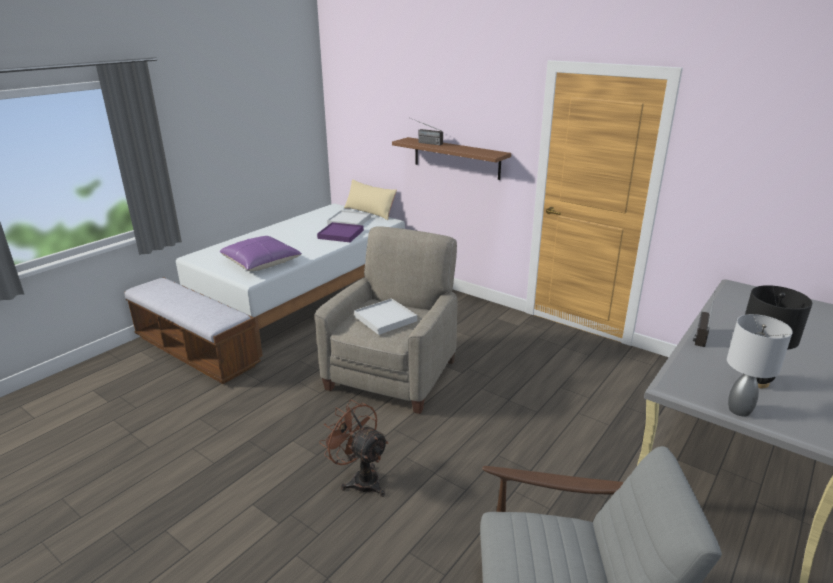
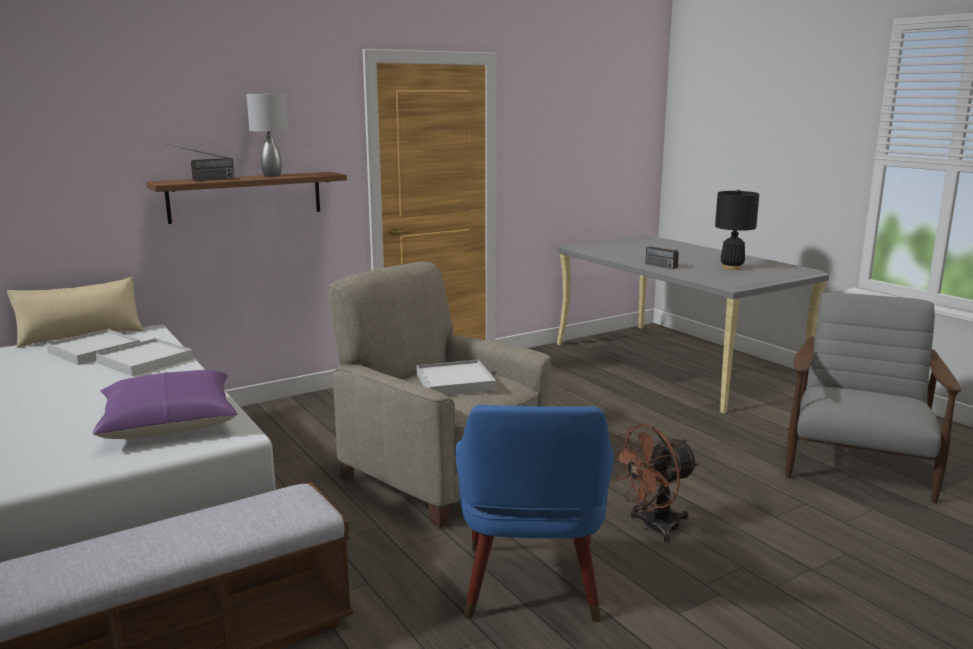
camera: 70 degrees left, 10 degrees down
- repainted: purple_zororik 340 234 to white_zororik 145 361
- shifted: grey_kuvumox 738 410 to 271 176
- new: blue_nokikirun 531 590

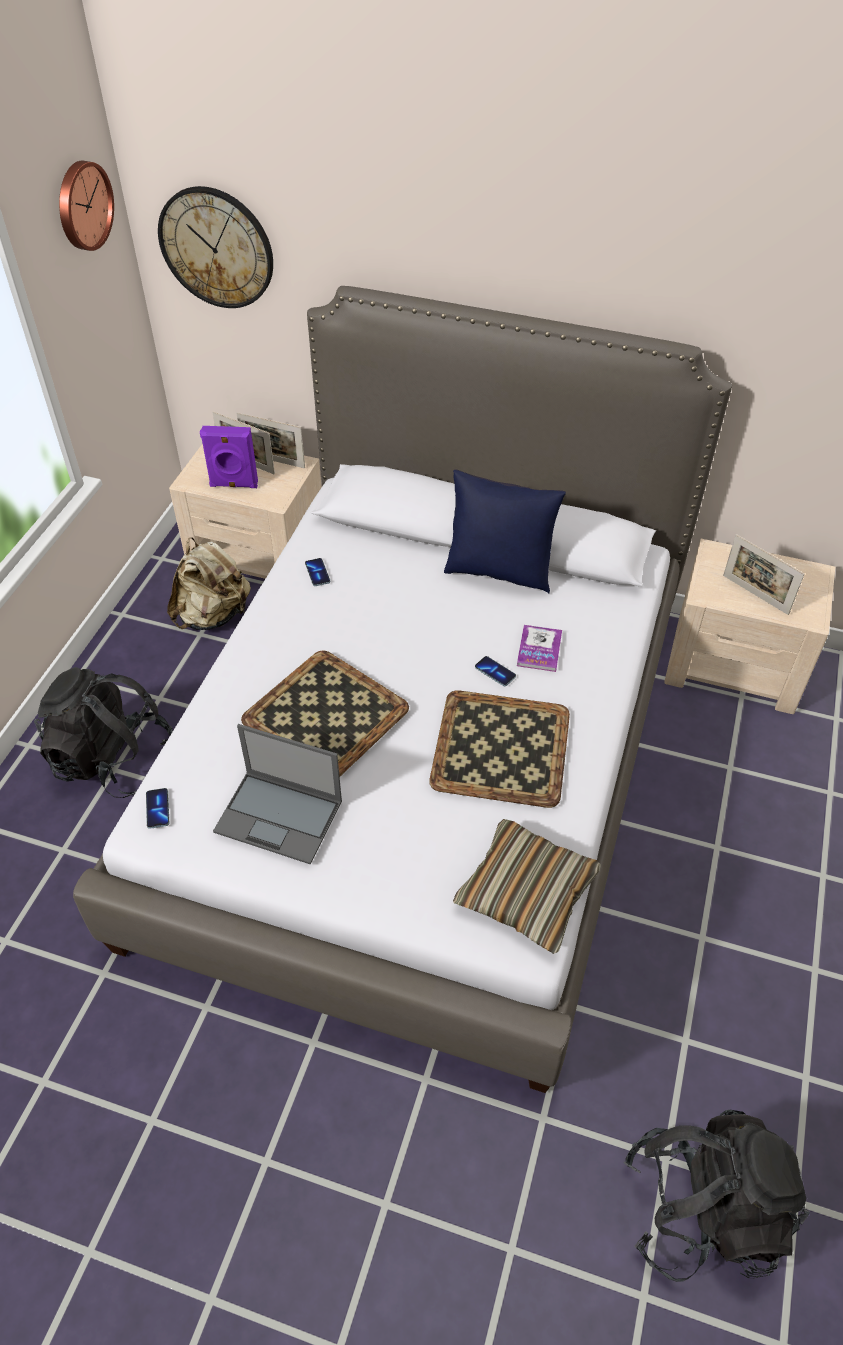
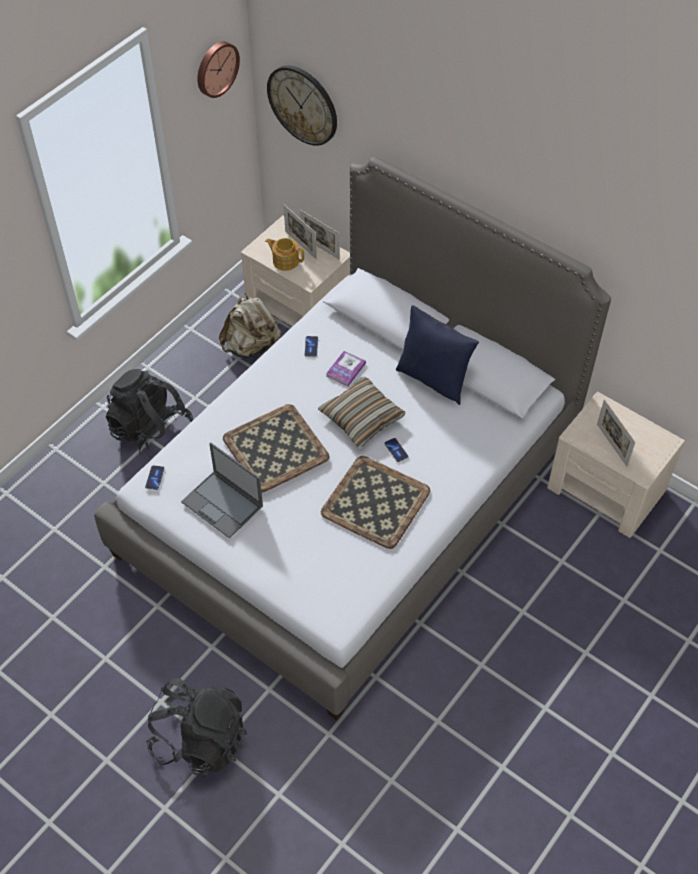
camera: 20 degrees right, 5 degrees up
- swapped: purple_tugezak 234 485 to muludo 285 260
- shifted: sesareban 539 649 to 345 369
- shifted: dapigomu 526 892 to 361 418
- shifted: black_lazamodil 702 1208 to 200 739

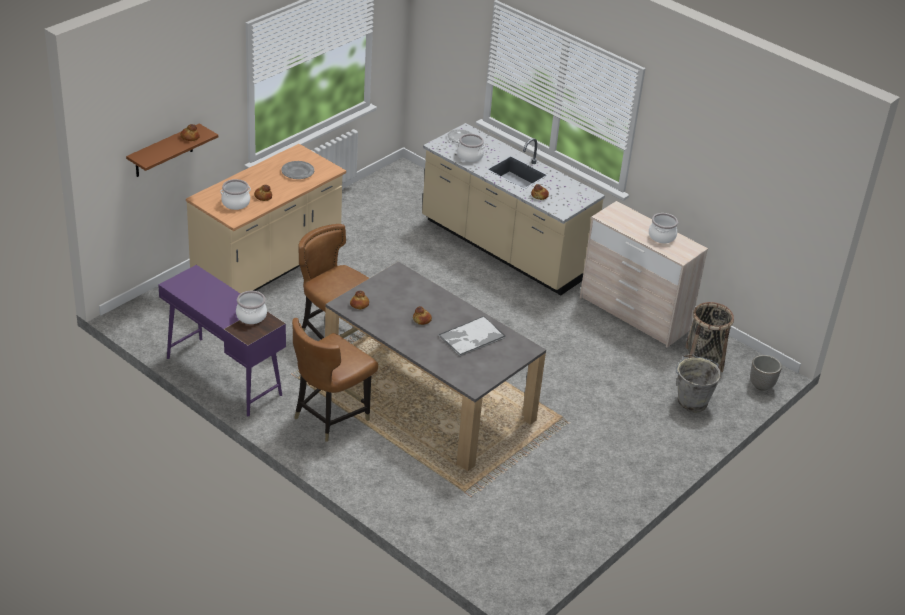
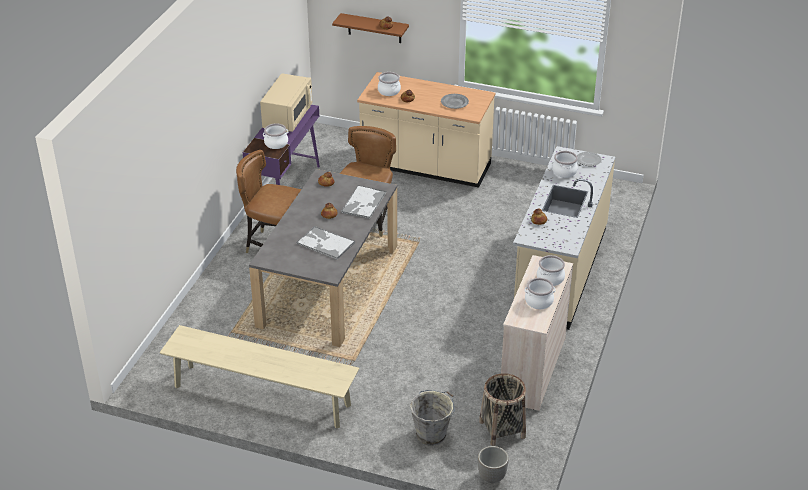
camera: 70 degrees right, 0 degrees up
- new: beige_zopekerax 287 118
- new: zororik 363 203
- new: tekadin 550 279
- new: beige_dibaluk 262 396

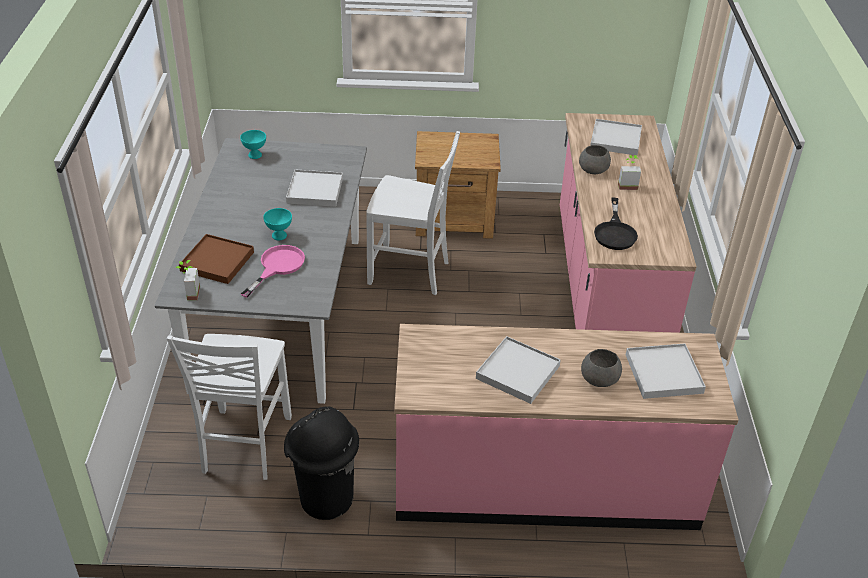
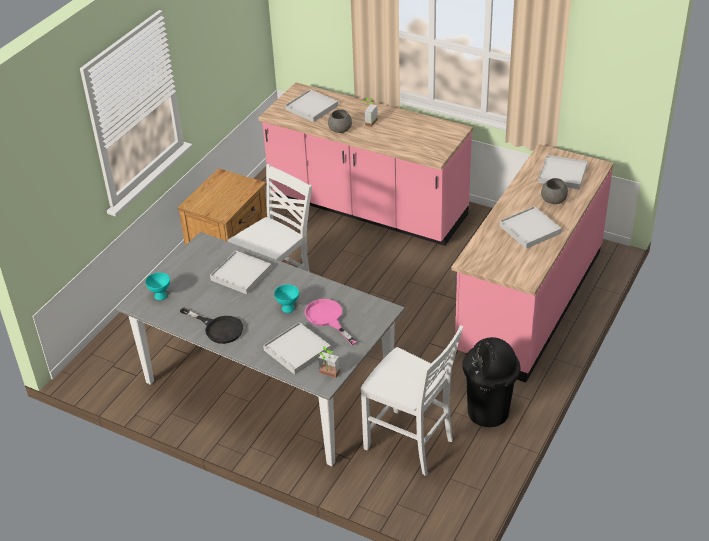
camera: 60 degrees left, 0 degrees up
- shifted: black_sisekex 615 232 to 218 328
- repainted: brown_zororik 217 261 to white_zororik 297 350

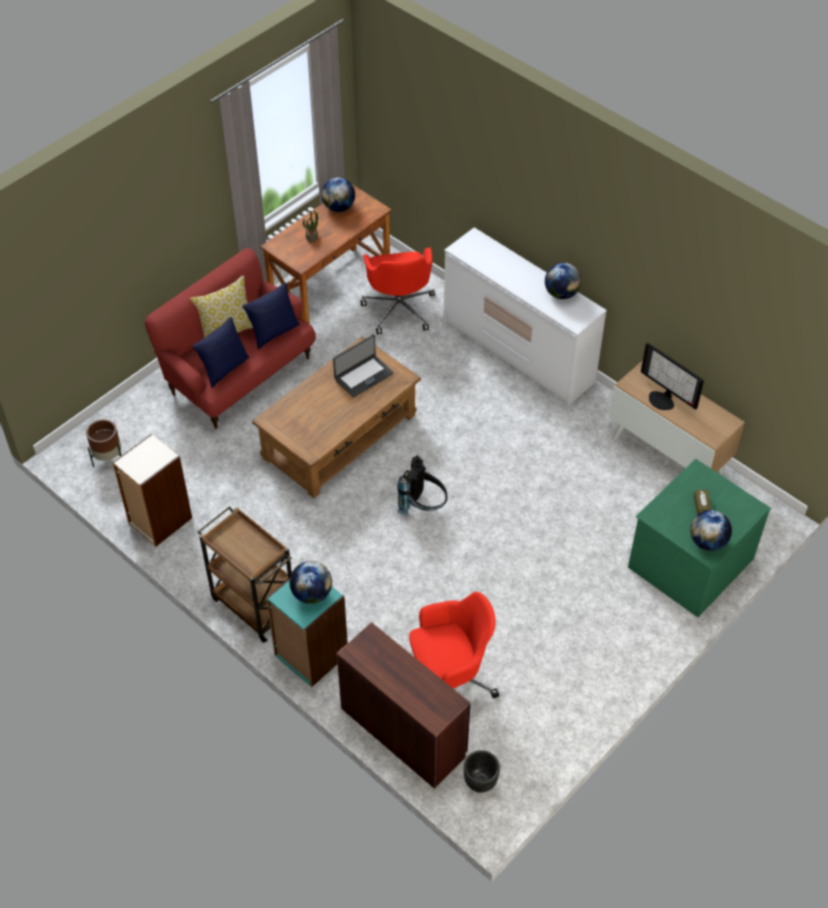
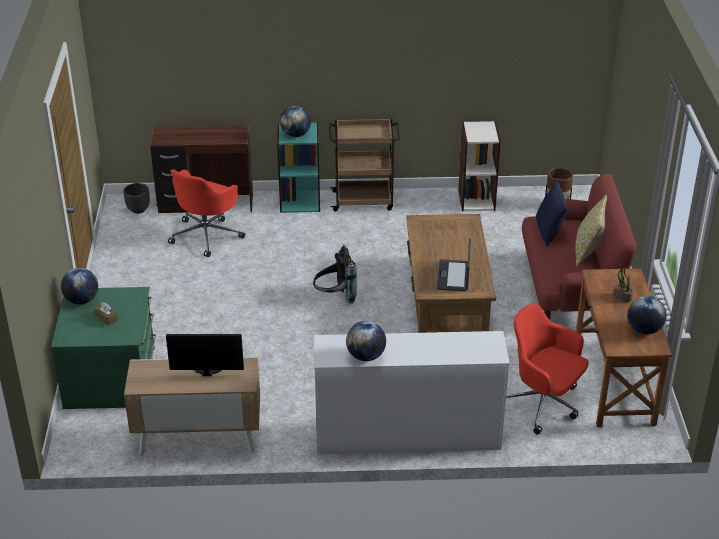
camera: 135 degrees right, 15 degrees down
- gone: blue_dapigomu 273 333

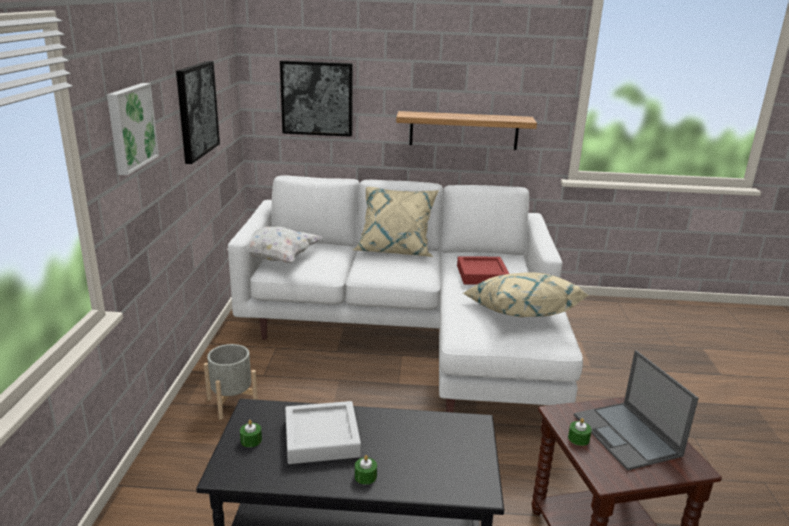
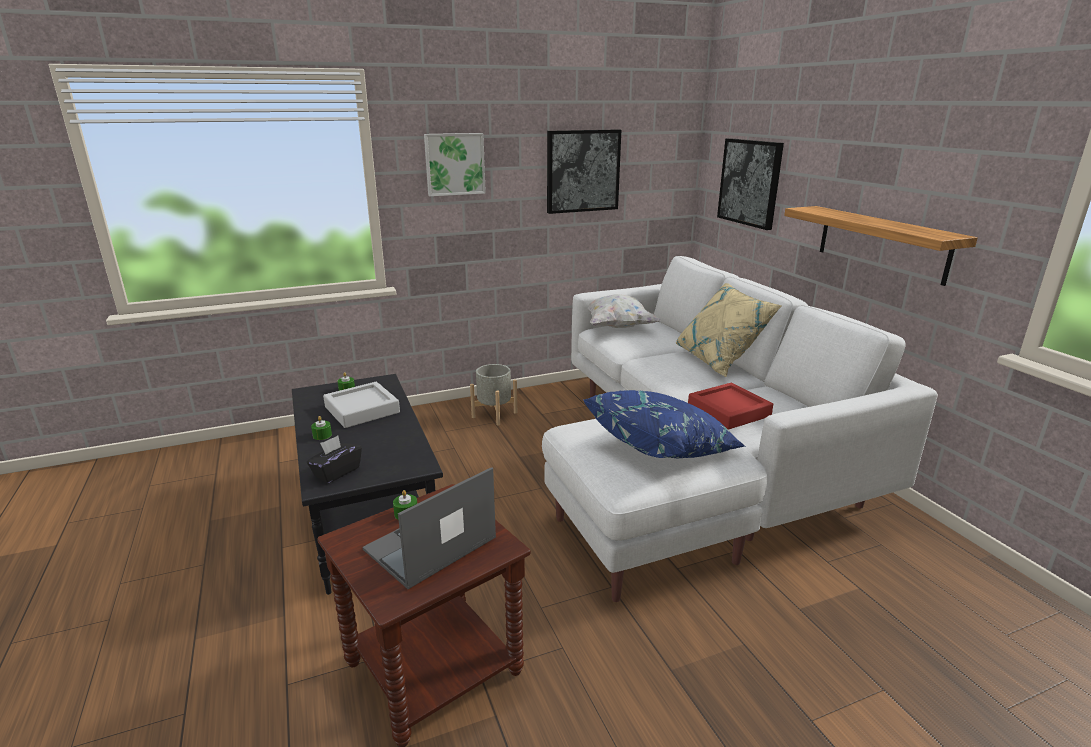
camera: 65 degrees right, 0 degrees up
- repainted: beige_dapigomu 519 313 to blue_dapigomu 662 448
- new: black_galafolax 336 472

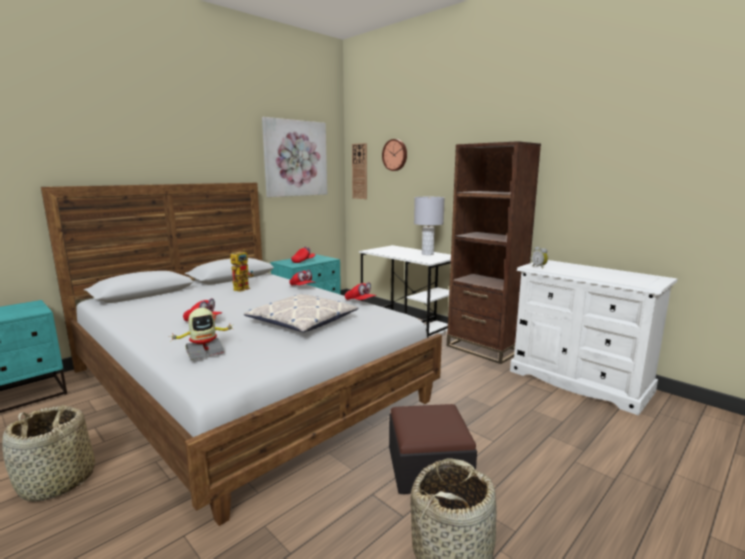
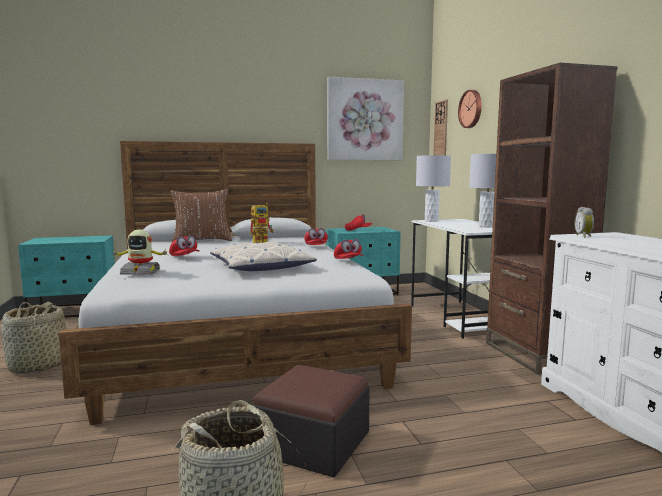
camera: 30 degrees right, 5 degrees down
- new: grey_kuvumox 431 221
- new: brown_dapigomu 202 240

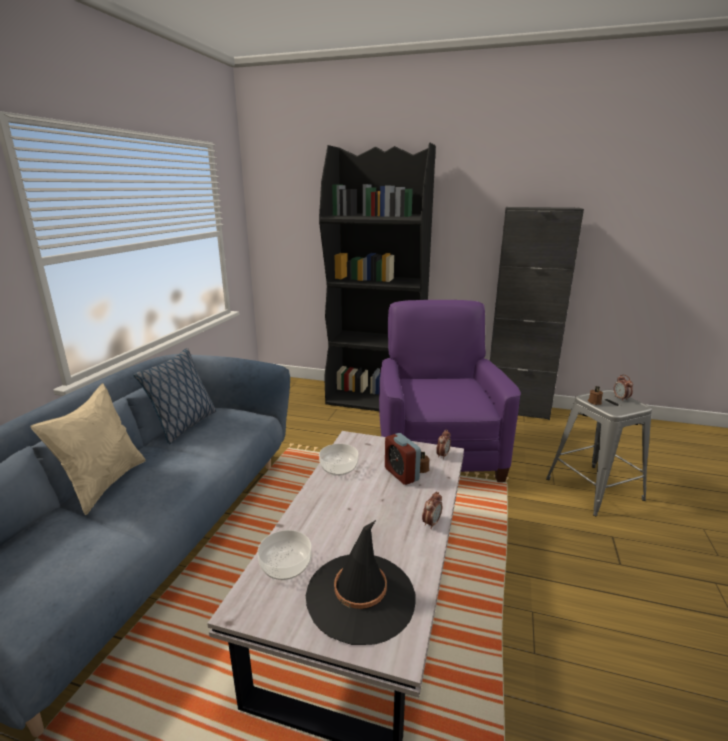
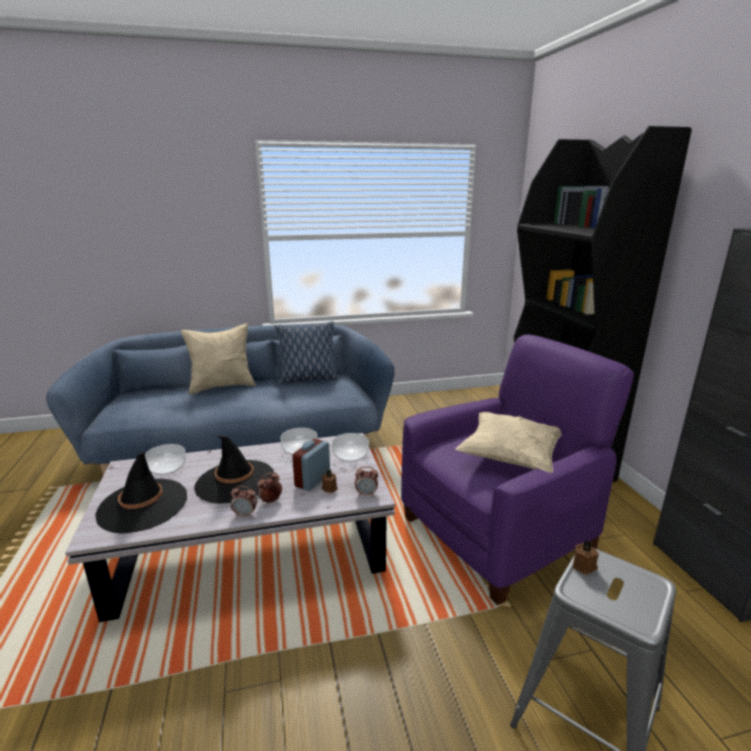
camera: 60 degrees right, 0 degrees up
- shifted: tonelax 621 398 to 270 501
- new: beige_dapigomu 510 458
- new: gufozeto 350 455
- new: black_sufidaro 235 481

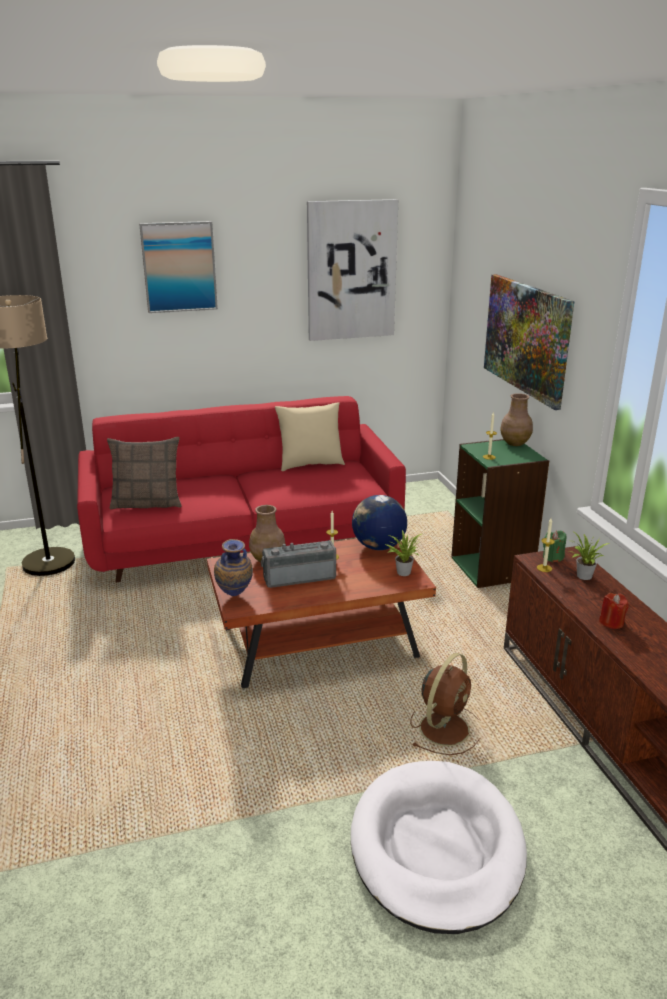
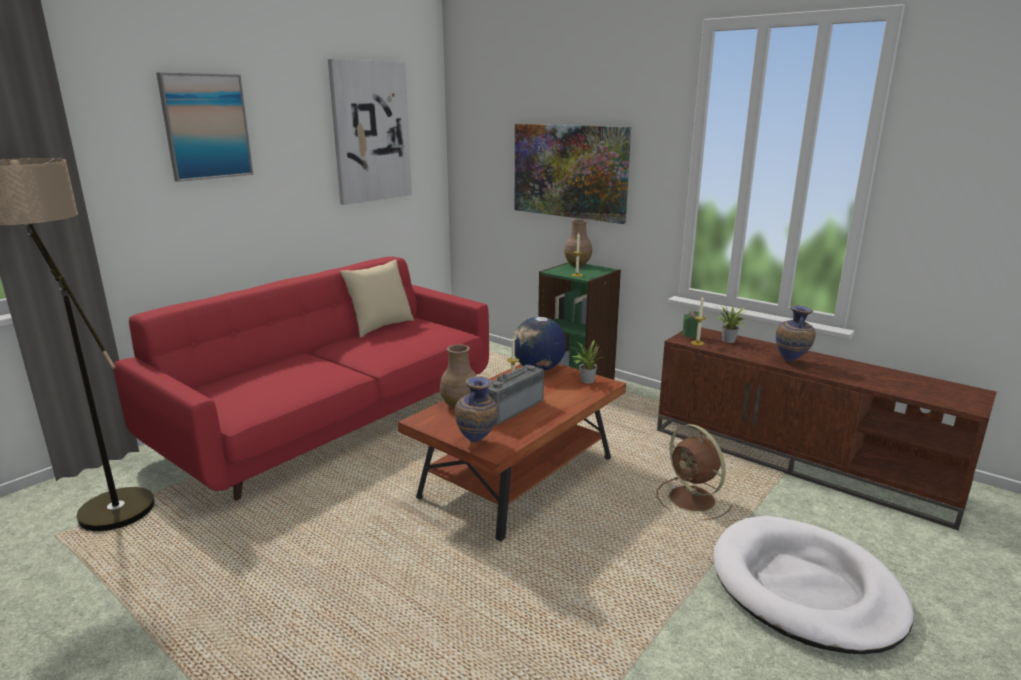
camera: 35 degrees left, 5 degrees down
- gone: dapigomu 147 503
- swapped: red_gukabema 611 622 to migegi 791 362
- rotated: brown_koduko 445 727 = 693 500 150 degrees clockwise

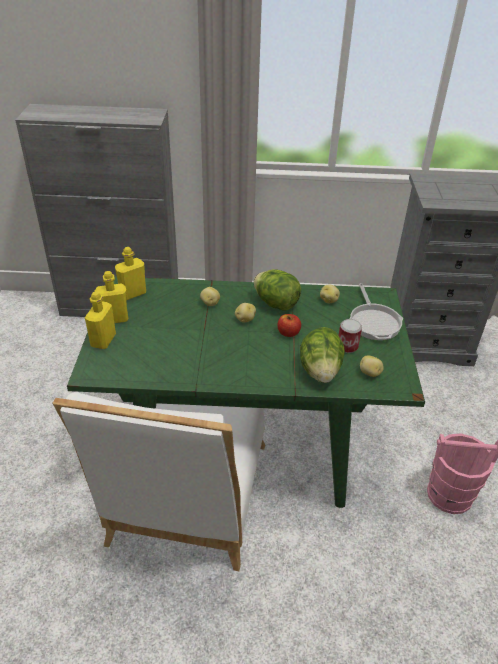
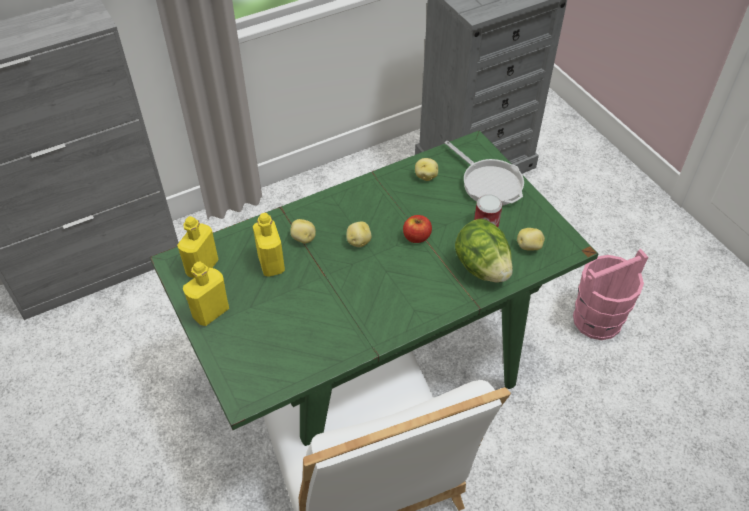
camera: 30 degrees left, 10 degrees up
- gone: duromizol 276 303
- shifted: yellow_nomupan 103 340 to 271 264

